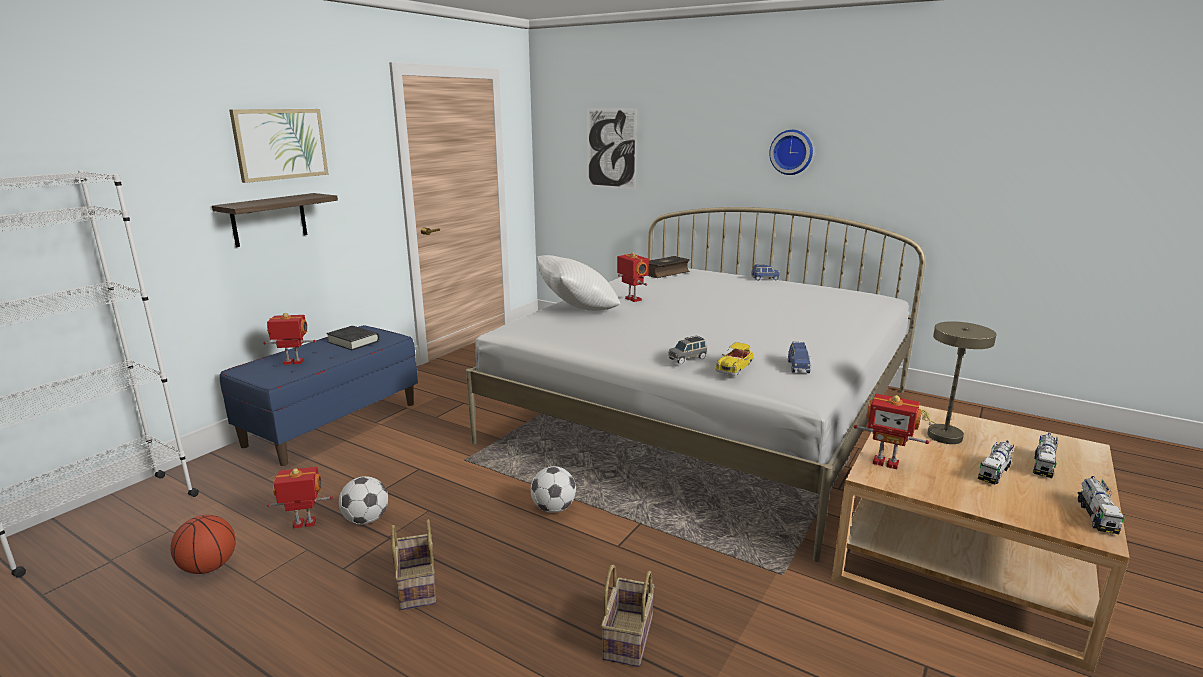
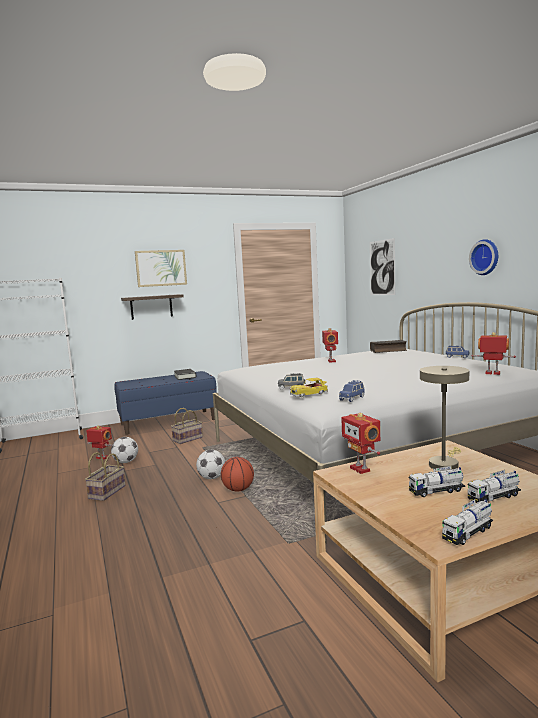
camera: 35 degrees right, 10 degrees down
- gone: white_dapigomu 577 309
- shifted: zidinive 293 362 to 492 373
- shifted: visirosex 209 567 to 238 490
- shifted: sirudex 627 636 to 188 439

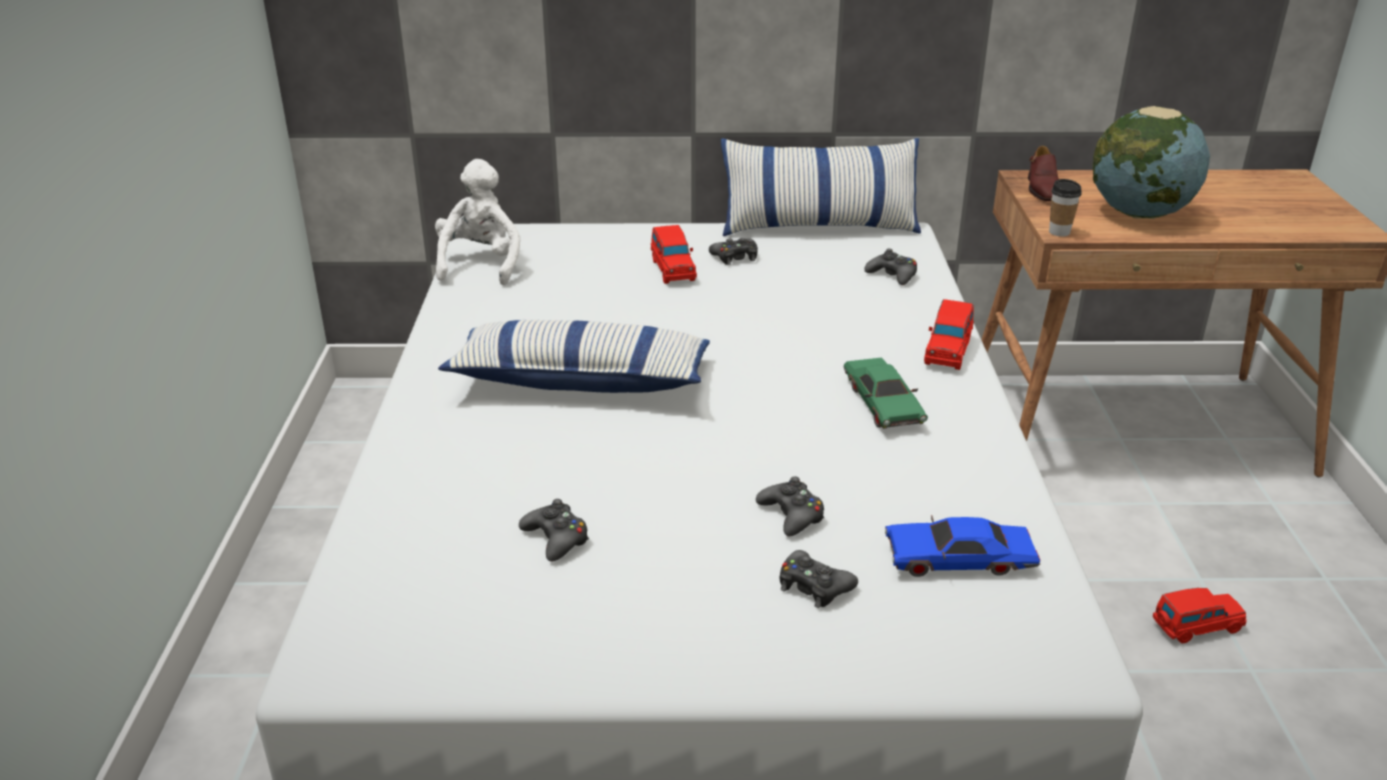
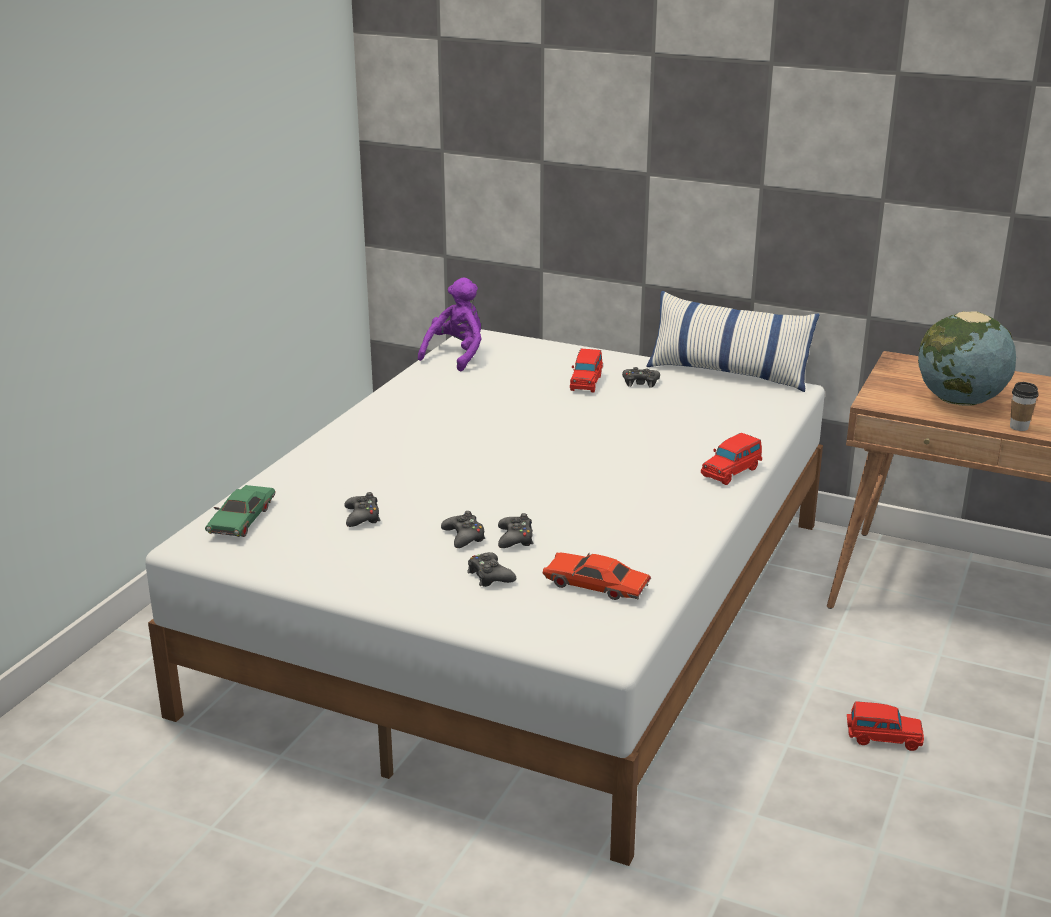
camera: 25 degrees right, 5 degrees down
- gone: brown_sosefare 1041 189
- repainted: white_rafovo 481 264 to purple_rafovo 456 355
- shifted: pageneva 1059 232 to 1019 427
- shifted: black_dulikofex 892 275 to 464 537
- gone: dapigomu 581 381
- shifted: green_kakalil 882 404 to 242 520
- repainted: blue_kakalil 959 560 to red_kakalil 596 586

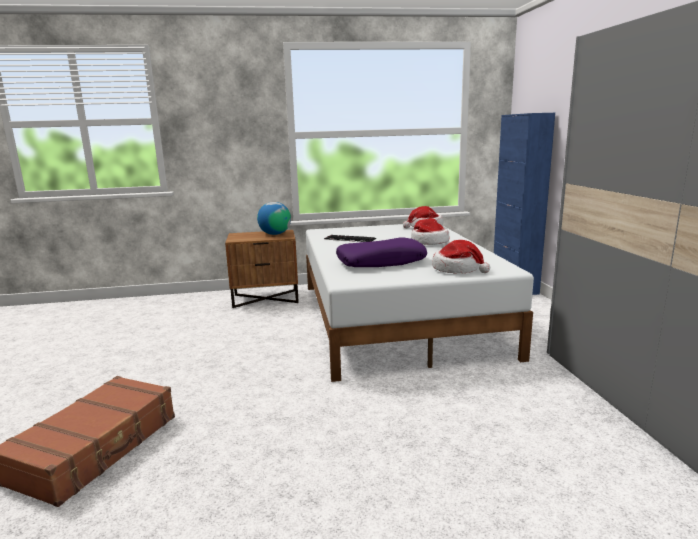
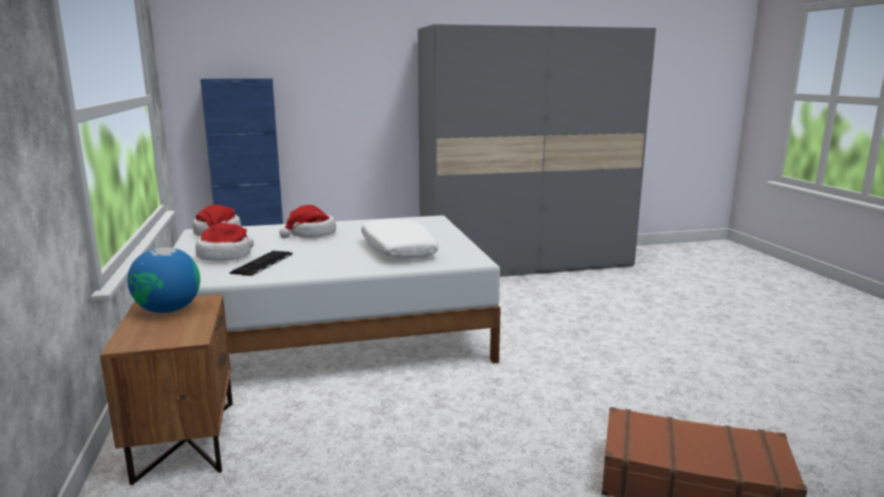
camera: 95 degrees left, 0 degrees up
- repainted: purple_dapigomu 381 262 to white_dapigomu 397 250
- shifted: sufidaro 457 269 to 225 256

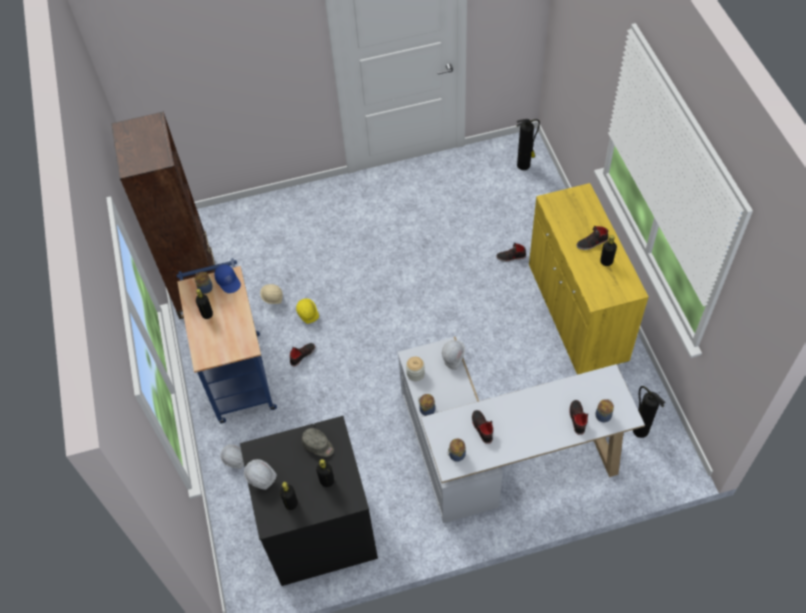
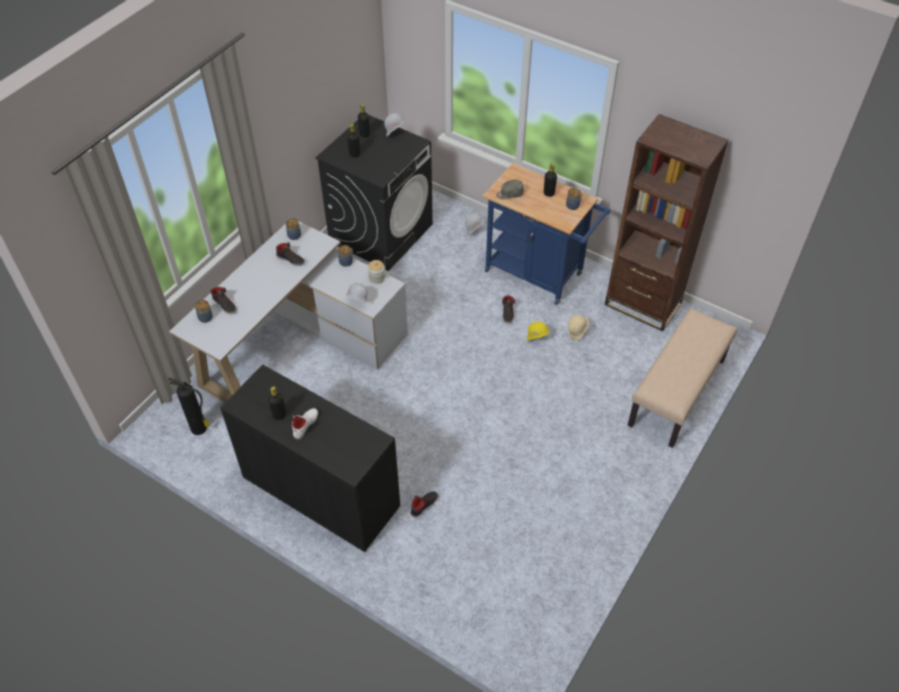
camera: 135 degrees right, 5 degrees down
- gone: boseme 524 165
- repainted: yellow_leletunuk 576 312 to black_leletunuk 321 492
- repainted: black_sosefare 592 243 to white_sosefare 305 424
- gone: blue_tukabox 228 281
- shifted: grey_tukabox 318 445 to 509 194
- new: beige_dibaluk 677 393

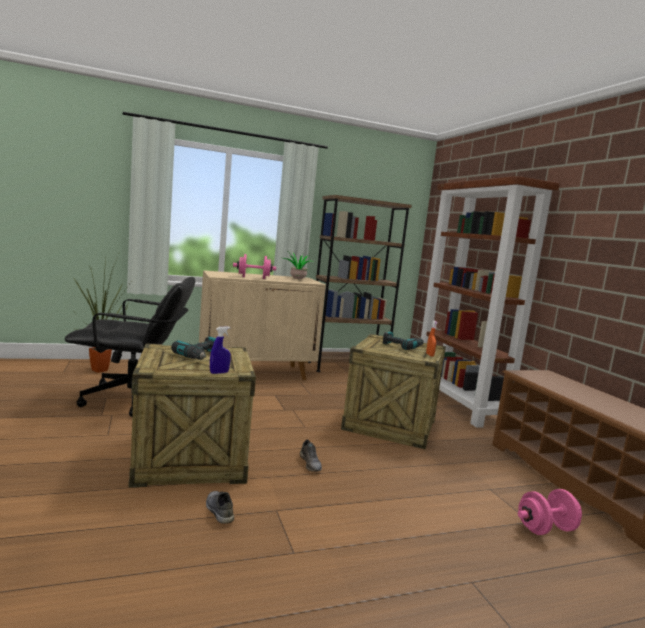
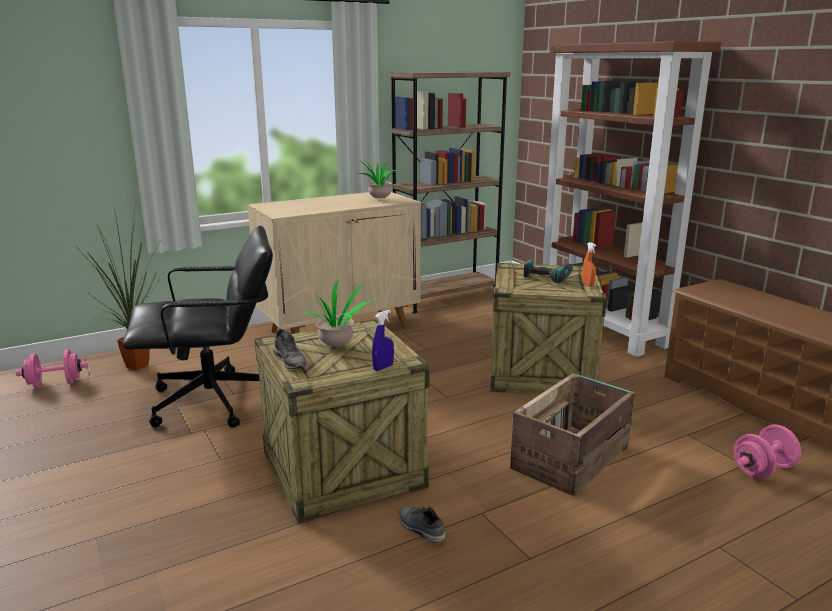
camera: 10 degrees left, 10 degrees up
- shifted: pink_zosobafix 253 278 to 55 384
- swapped: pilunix 201 356 to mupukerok 338 345
- shifted: grey_sosefare 310 464 to 290 360
- new: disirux 572 457

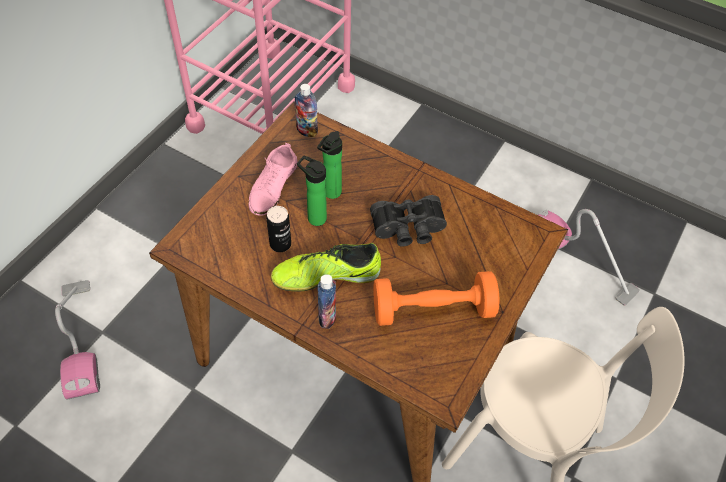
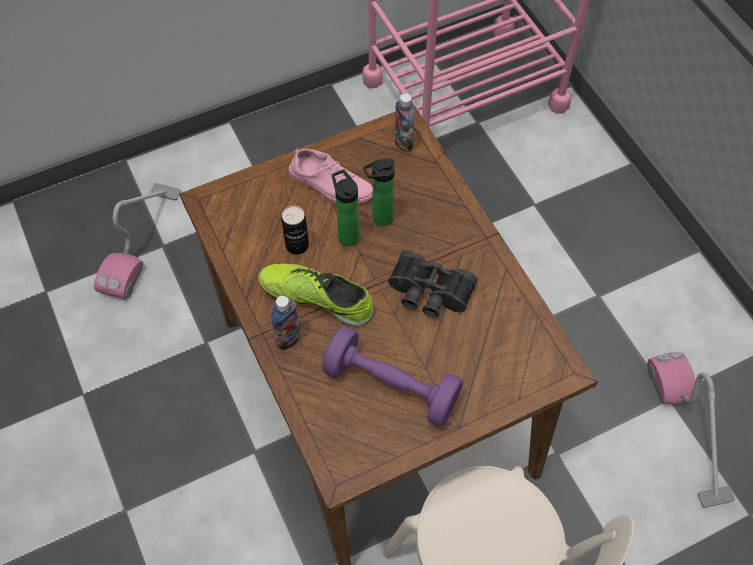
camera: 35 degrees right, 5 degrees up
- rotated: pink_sosefare 273 186 = 330 184 120 degrees counterclockwise
- repainted: orange_zosobafix 432 309 to purple_zosobafix 391 386

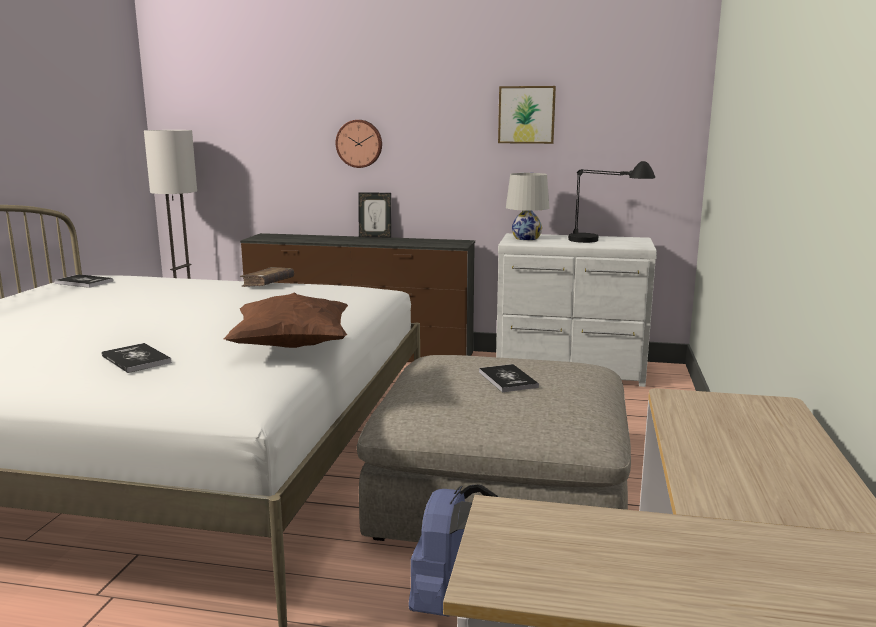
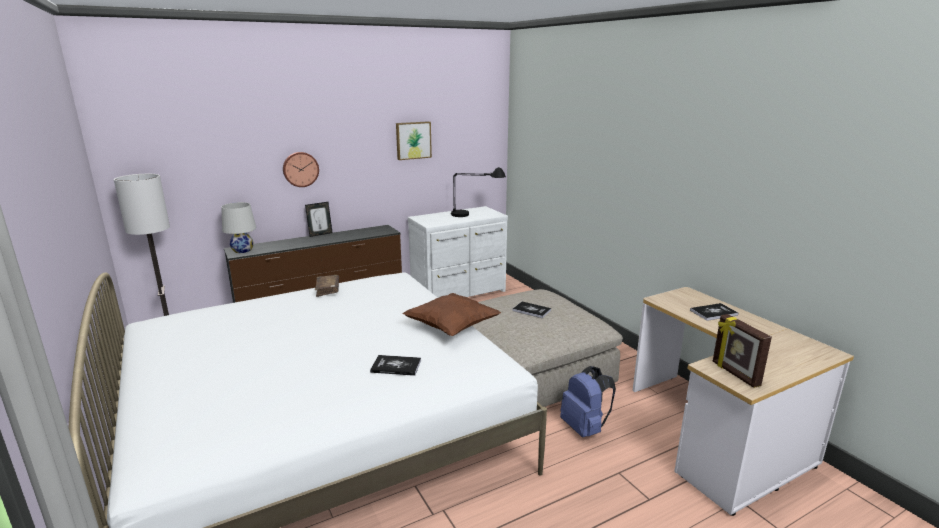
camera: 40 degrees left, 5 degrees up
- shifted: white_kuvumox 526 238 to 243 250
- shifted: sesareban 84 282 to 713 312
- new: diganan 734 374

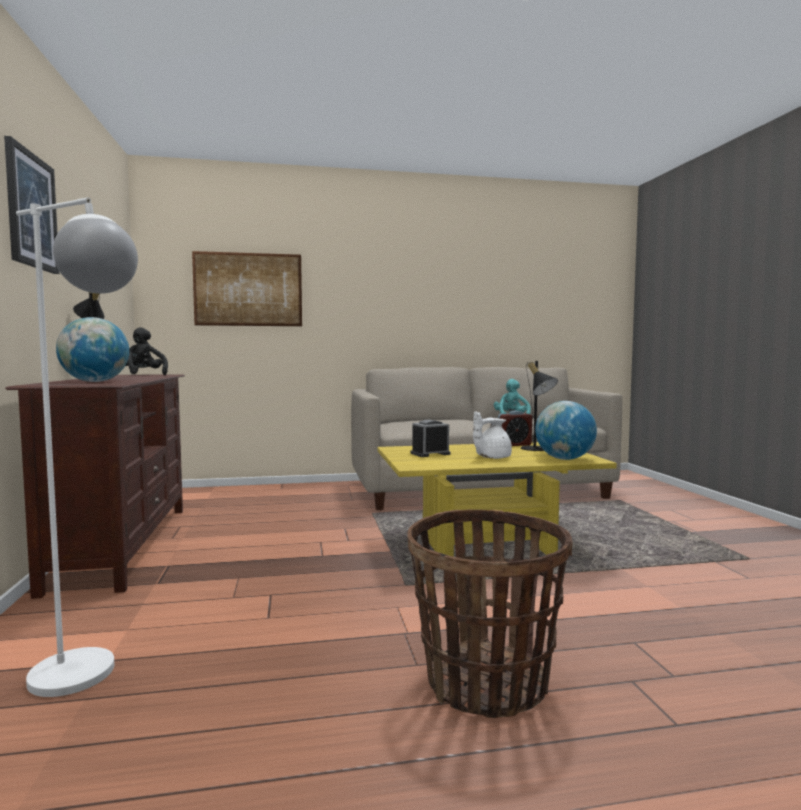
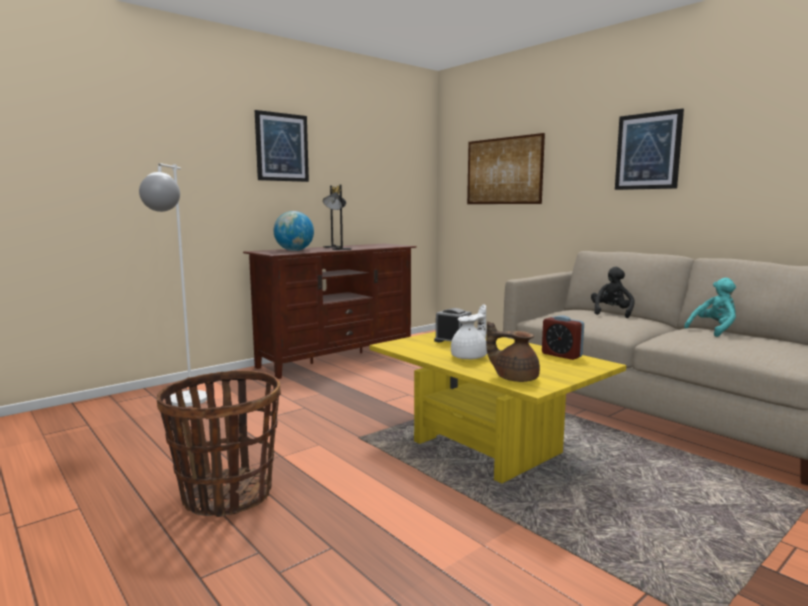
camera: 60 degrees right, 5 degrees up
- shifted: black_rafovo 143 374 to 611 313
- shifted: black_kuvumox 537 449 to 338 249
- swapped: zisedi 564 459 to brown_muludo 514 378
- rotated: white_muludo 491 457 = 470 357 105 degrees clockwise
- new: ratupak 648 151

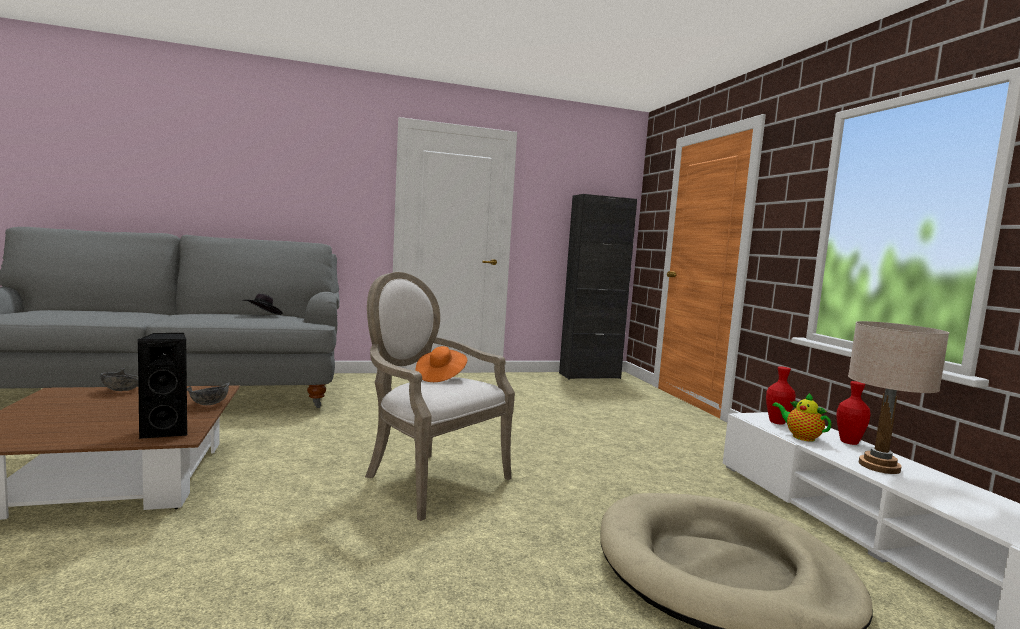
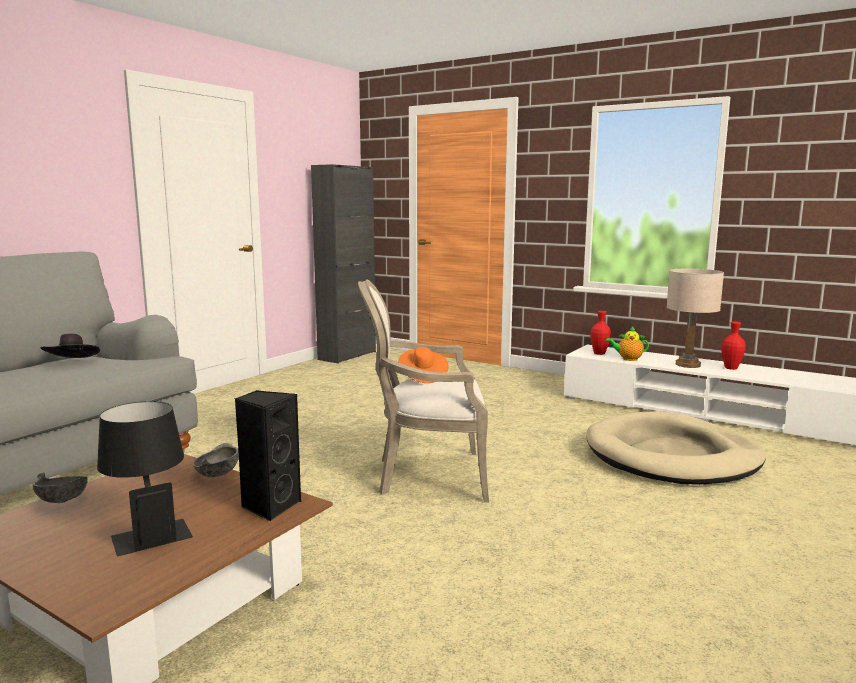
camera: 40 degrees left, 5 degrees up
- shifted: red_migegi 849 442 to 731 368
- new: black_kuvumox 148 530

